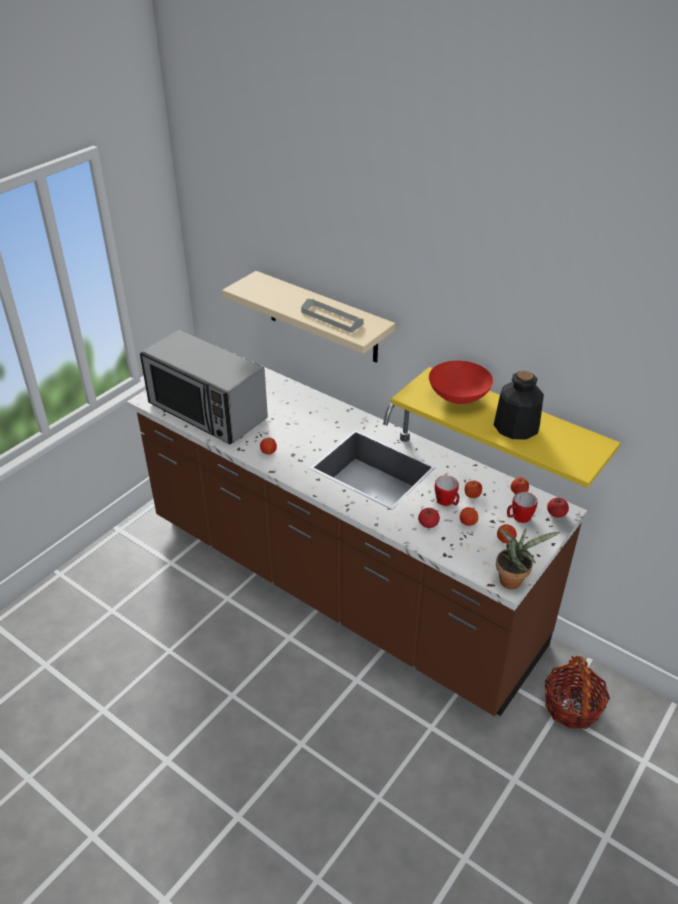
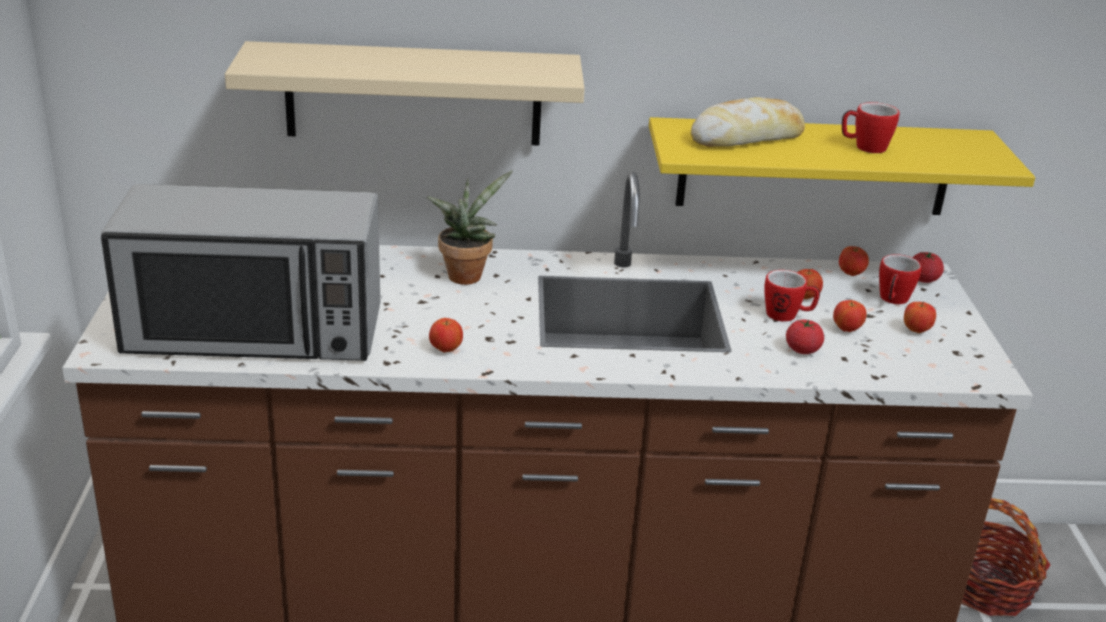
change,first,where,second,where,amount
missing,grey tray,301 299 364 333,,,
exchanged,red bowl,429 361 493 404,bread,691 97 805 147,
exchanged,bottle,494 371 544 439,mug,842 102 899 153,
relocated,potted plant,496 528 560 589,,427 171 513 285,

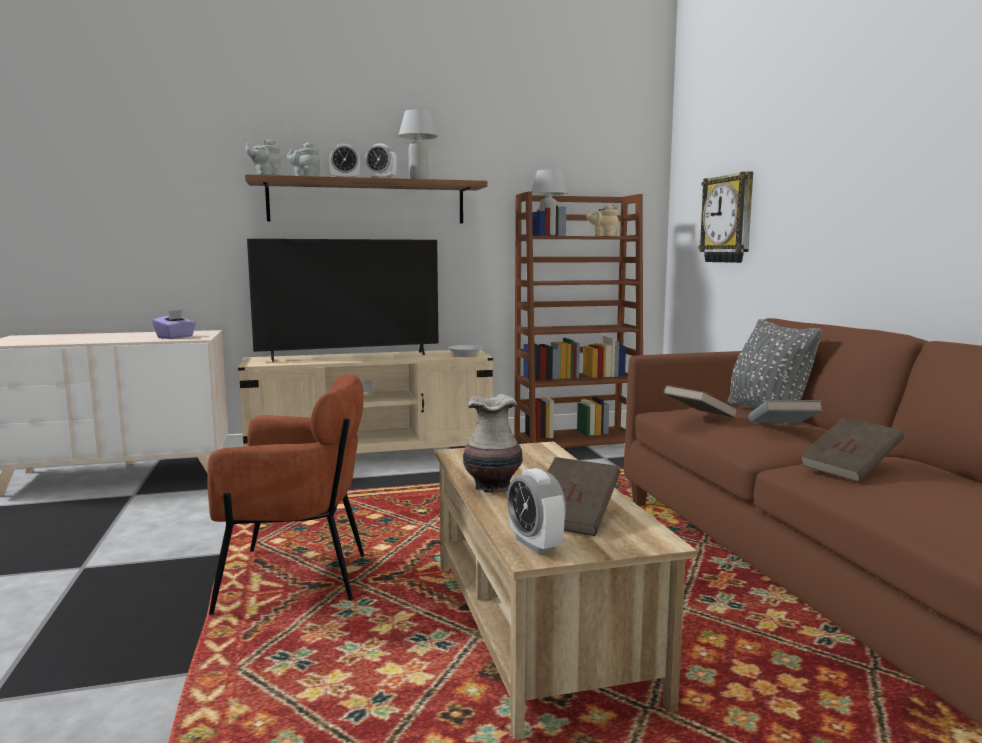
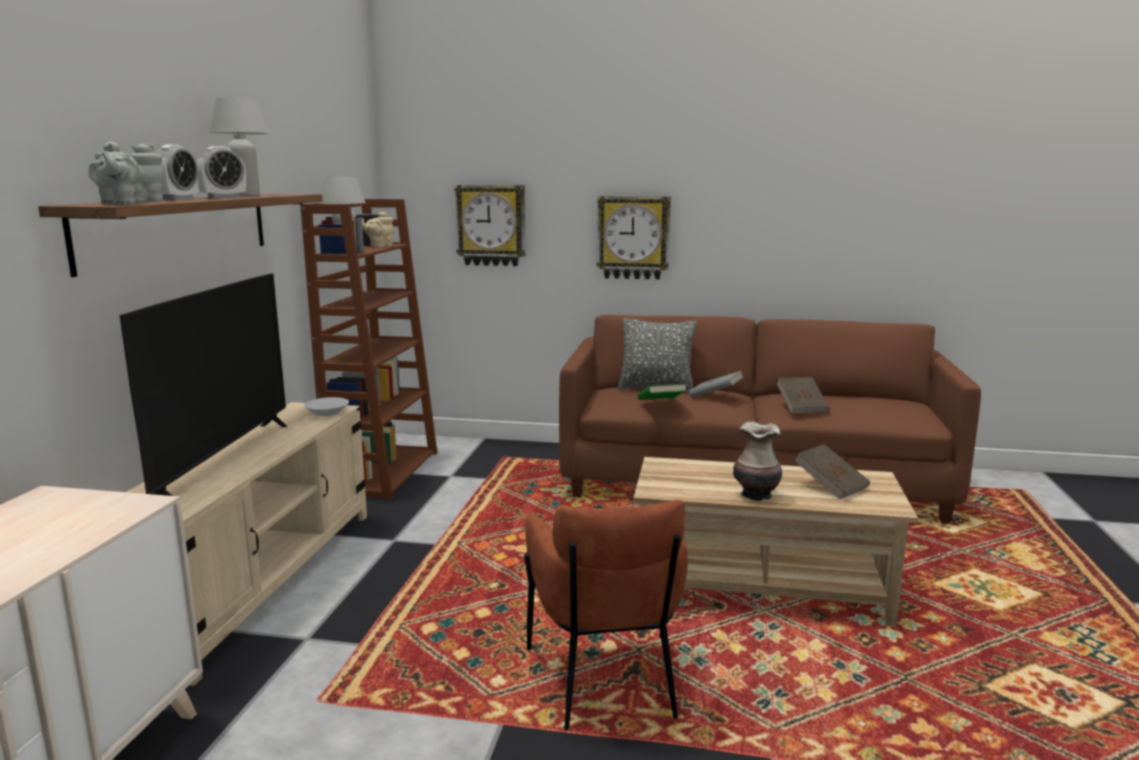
change,first,where,second,where,amount
missing,purple tissue box,152 310 196 339,,,
spun,brown armchair,207 374 365 615,,524 500 688 730,150 degrees clockwise
missing,alarm clock,507 468 566 554,,,
colour,brown book,663 385 738 418,green book,638 384 686 400,
appeared,,,wall clock,597 196 671 280,

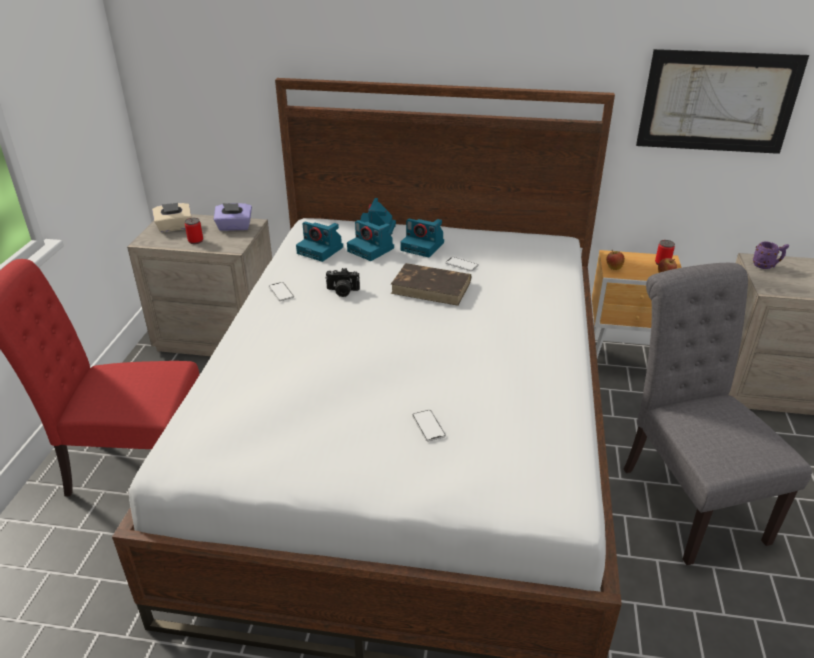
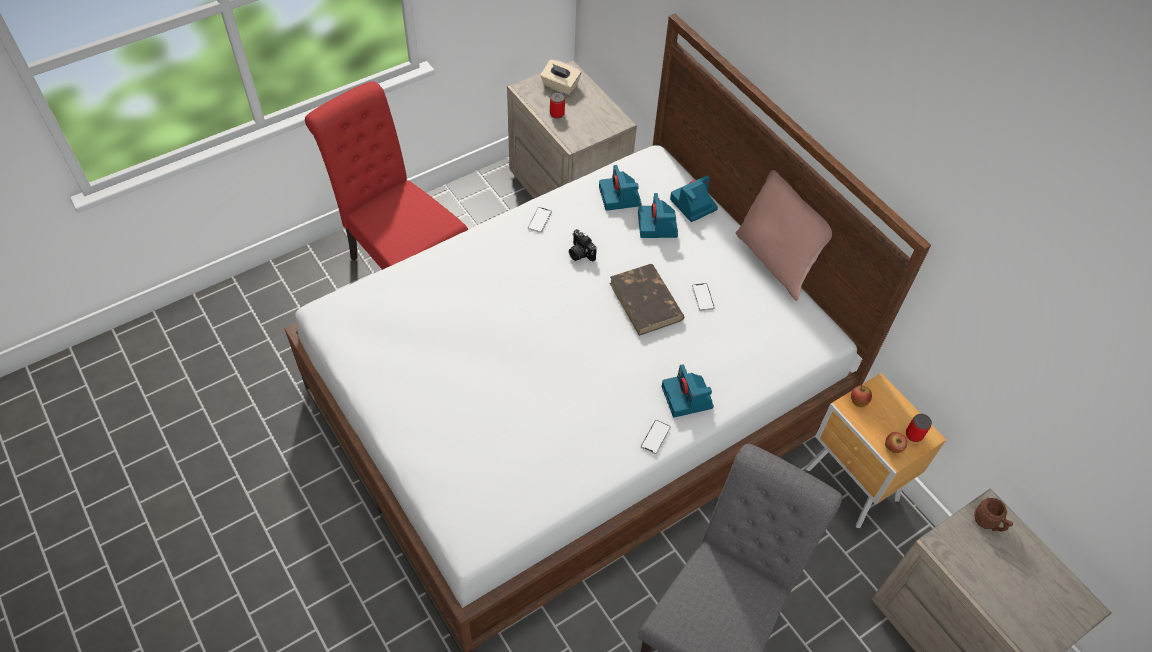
change,first,where,second,where,amount
missing,purple tissue box,214 203 252 231,,,
relocated,photo camera,401 218 444 257,,662 364 714 418,
relocated,phone,412 410 446 442,,641 420 671 454,
missing,picture,636 49 809 154,,,
colour,purple mug,753 241 789 269,brown mug,974 498 1013 531,
appeared,,,pink pillow,736 170 832 301,

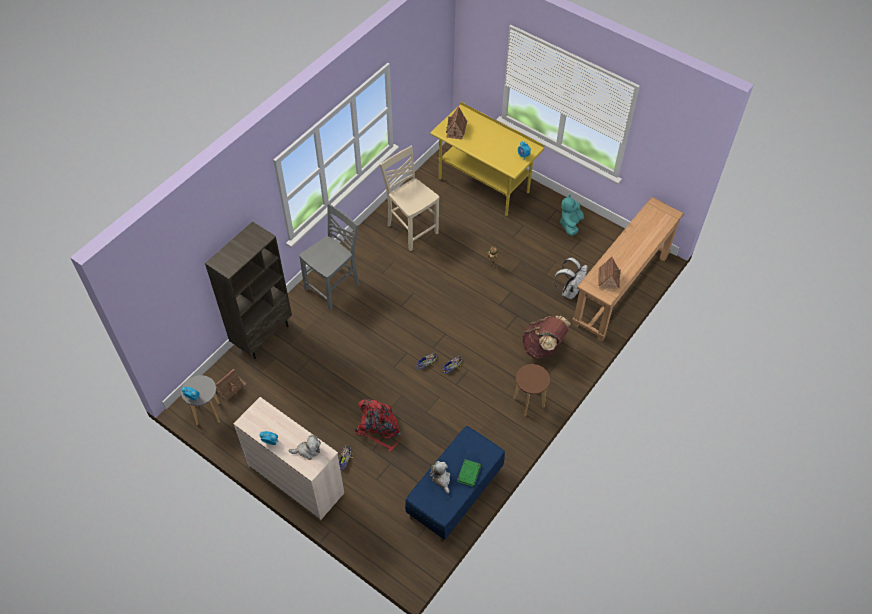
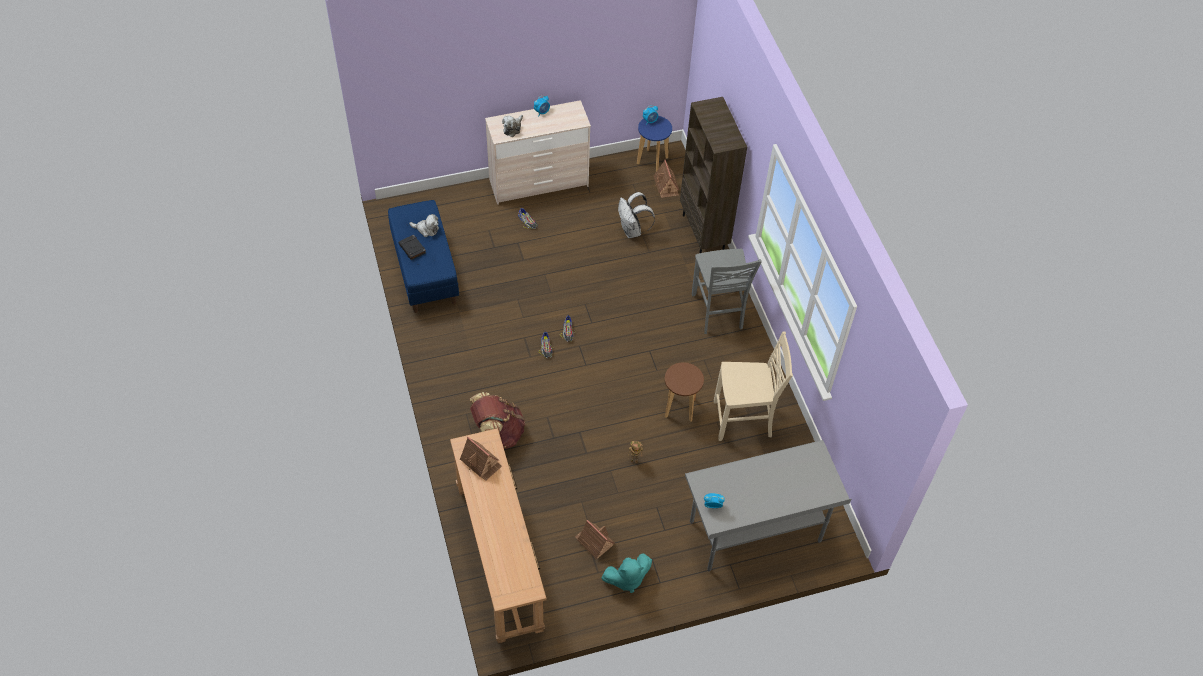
change,first,where,second,where,amount
colour,grey stool,181 375 220 426,blue stool,637 116 672 172,
missing,red backpack,354 399 401 452,,,
colour,yellow desk,430 102 544 217,grey desk,685 440 851 571,
relocated,toy house,446 106 467 140,,575 520 614 559,
colour,green book,457 459 481 487,black book,398 235 426 260,
relocated,brown stool,513 364 550 416,,665 362 704 422,
relocated,white backpack,554 258 588 299,,618 192 655 238,
spun,turquoise plush toy,560 195 584 236,,601 553 652 593,105 degrees clockwise

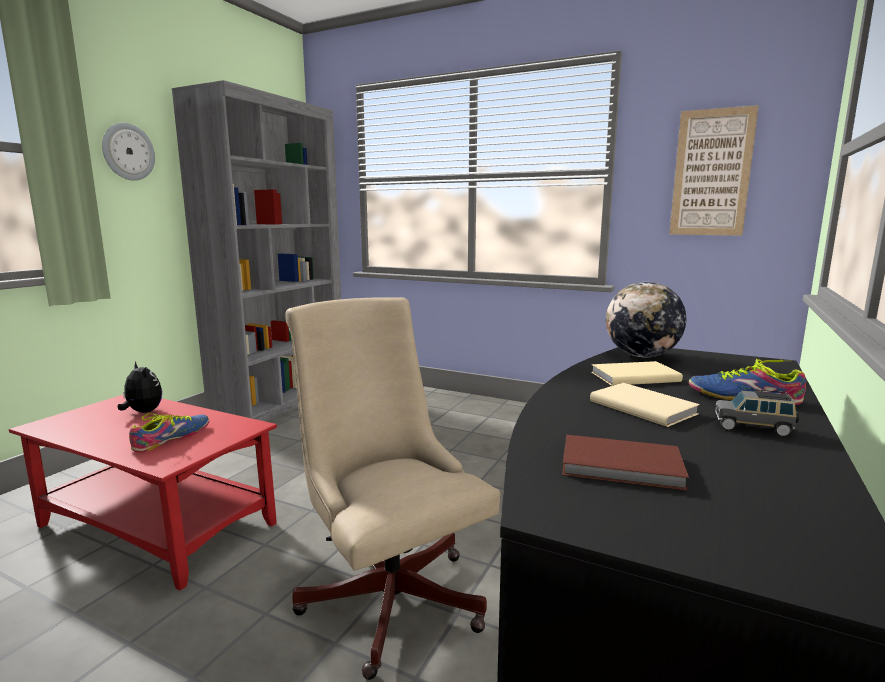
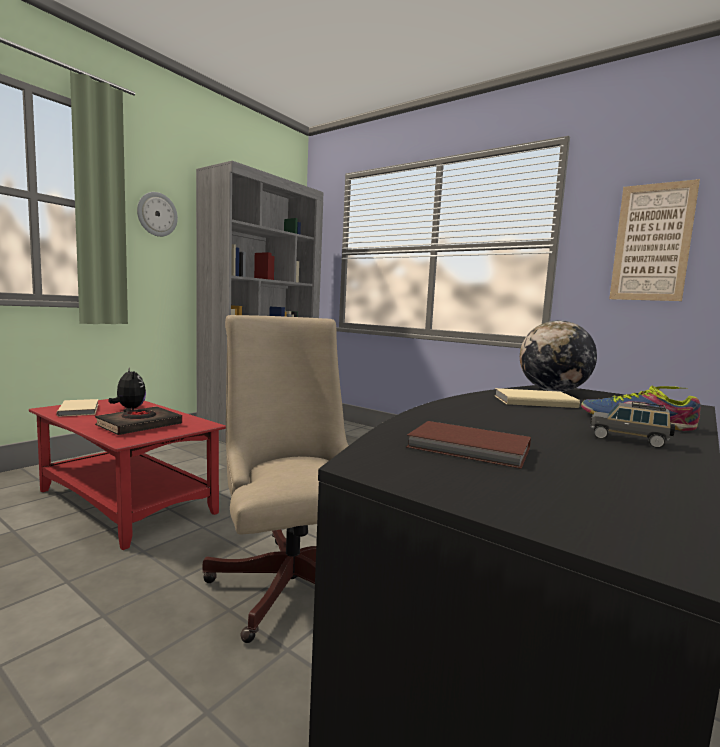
change,first,where,second,where,amount
exchanged,shoe,129 413 209 452,black book,95 406 182 435,
relocated,beige book,590 383 700 427,,56 399 98 417,

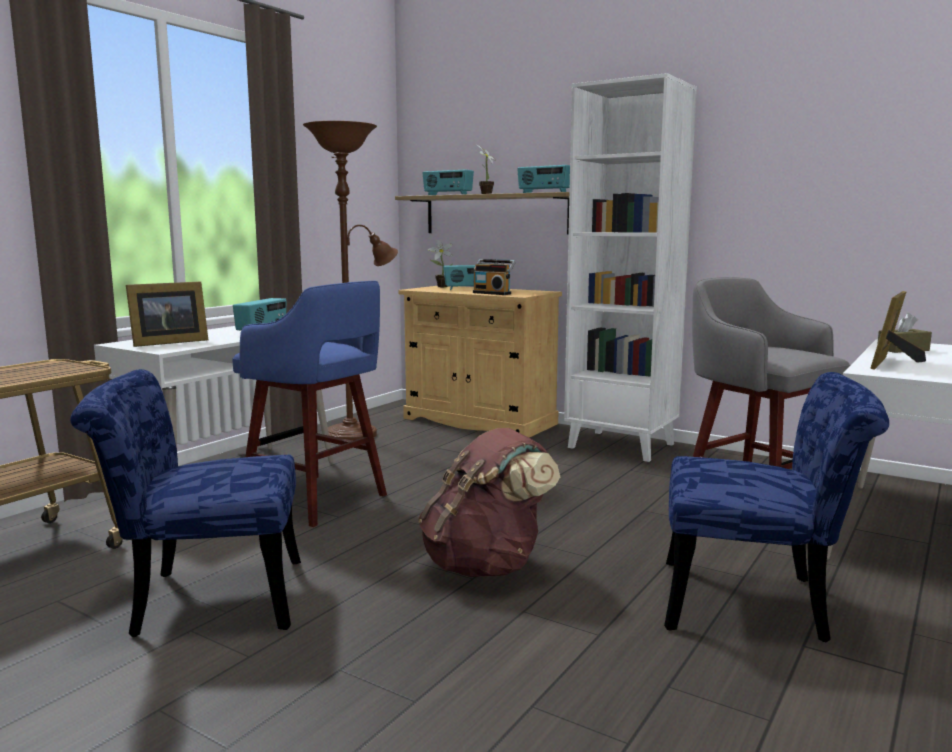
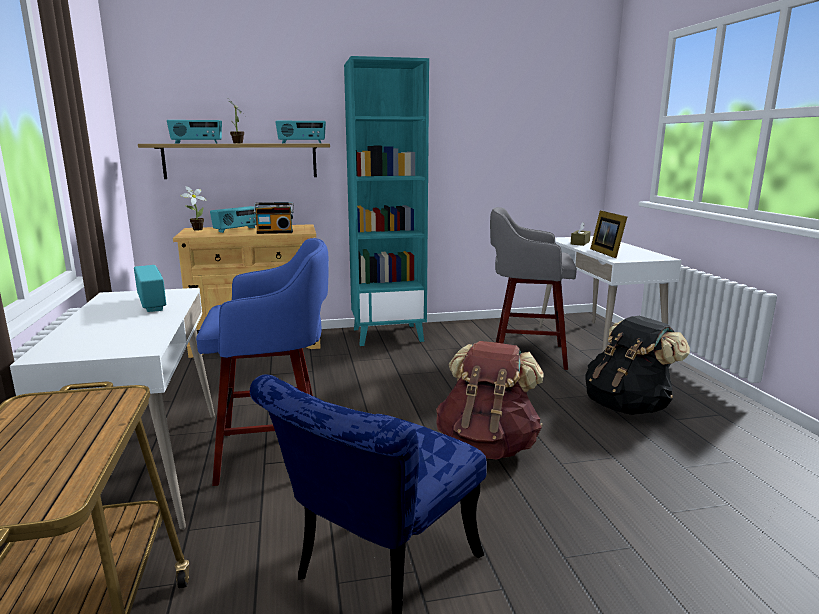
change,first,where,second,where,amount
missing,picture frame,126 281 208 347,,,
missing,brown floor lamp,303 121 398 441,,,
colour,white bookcase,564 73 697 462,turquoise bookcase,344 56 429 346,
exchanged,blue chair,664 372 889 642,black backpack,585 316 690 415,

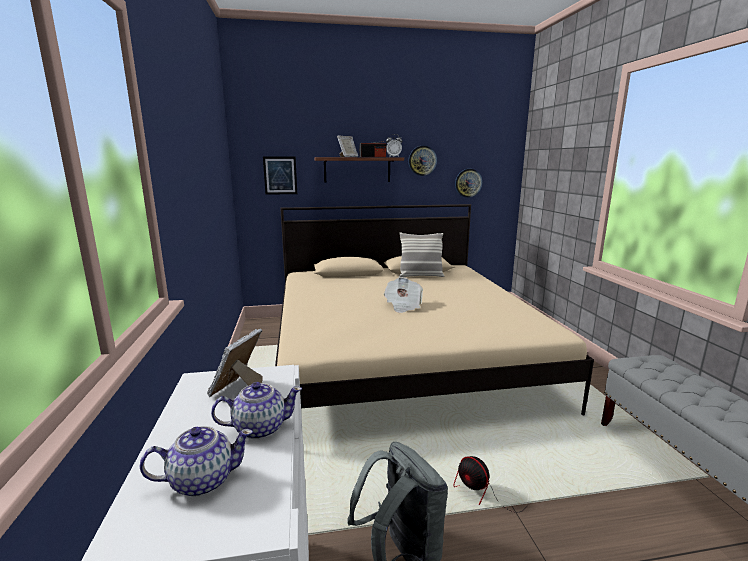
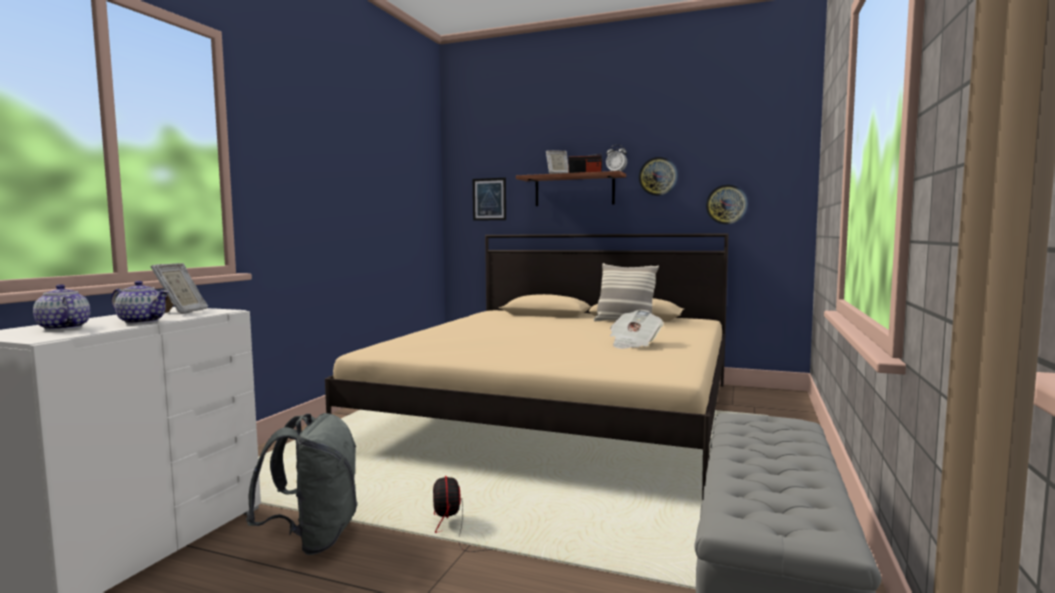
change,first,where,second,where,amount
spun,teapot,140 426 253 497,,33 284 90 330,150 degrees counterclockwise
spun,picture frame,207 329 263 397,,151 263 208 314,135 degrees clockwise
relocated,newspaper,384 277 423 313,,610 310 664 349,

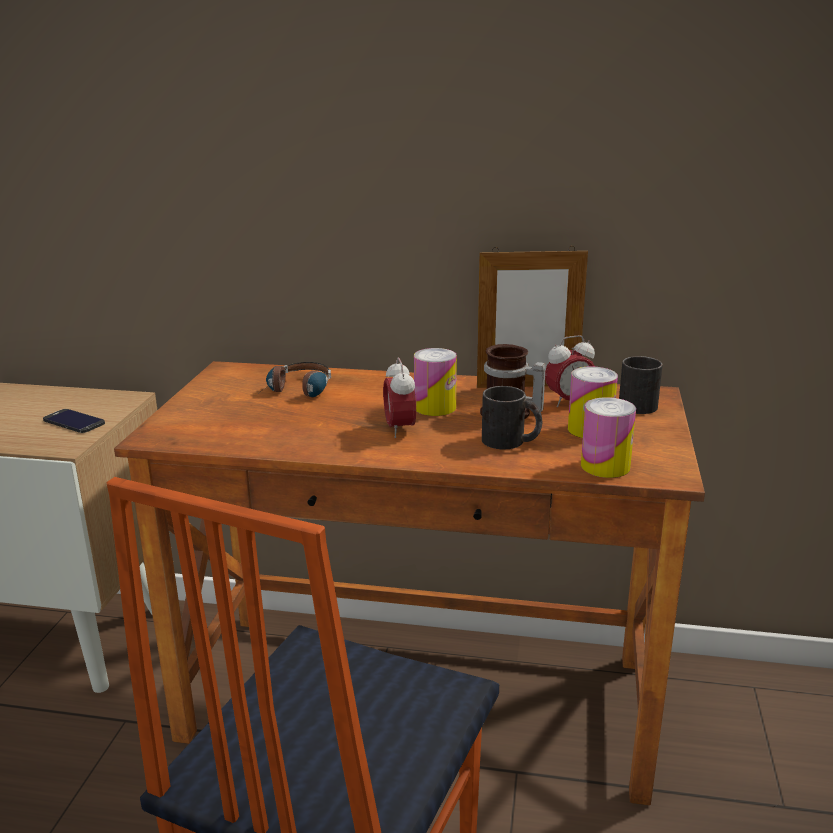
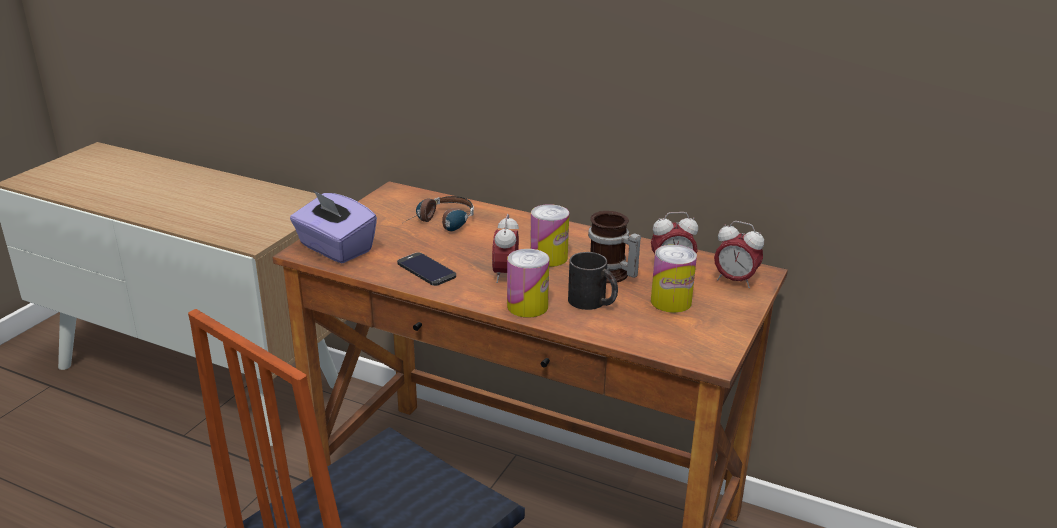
change,first,where,second,where,amount
relocated,phone,43 409 105 433,,397 252 456 286,
missing,picture frame,477 246 588 388,,,
relocated,can,581 397 636 478,,507 249 549 318,
exchanged,black mug,619 356 663 414,alarm clock,714 221 764 288,
appeared,,,purple tissue box,290 191 377 264,

